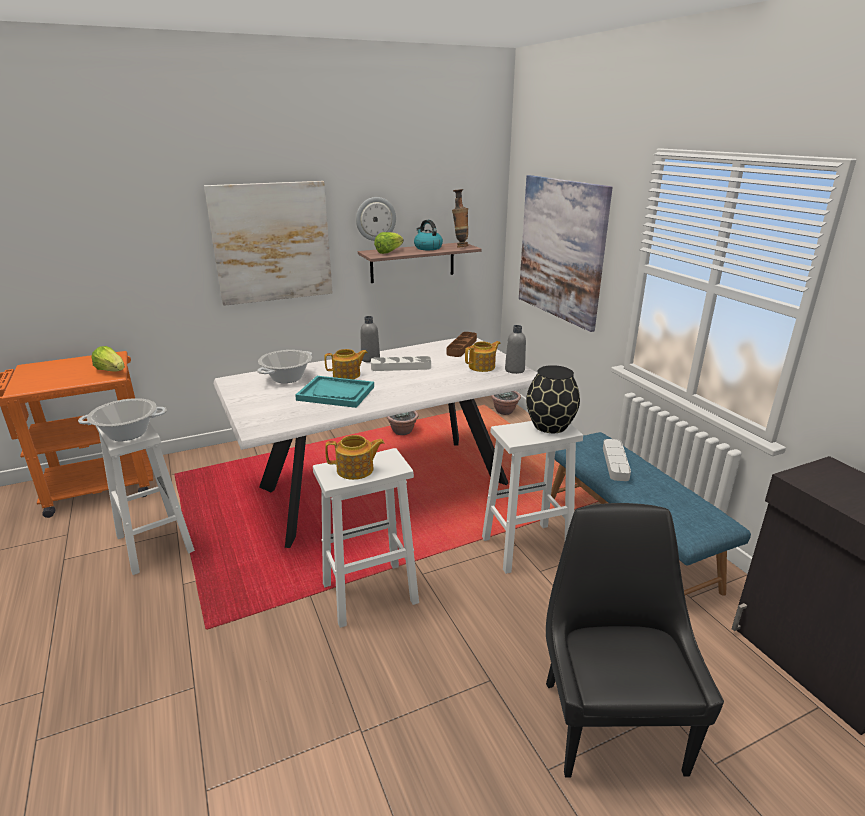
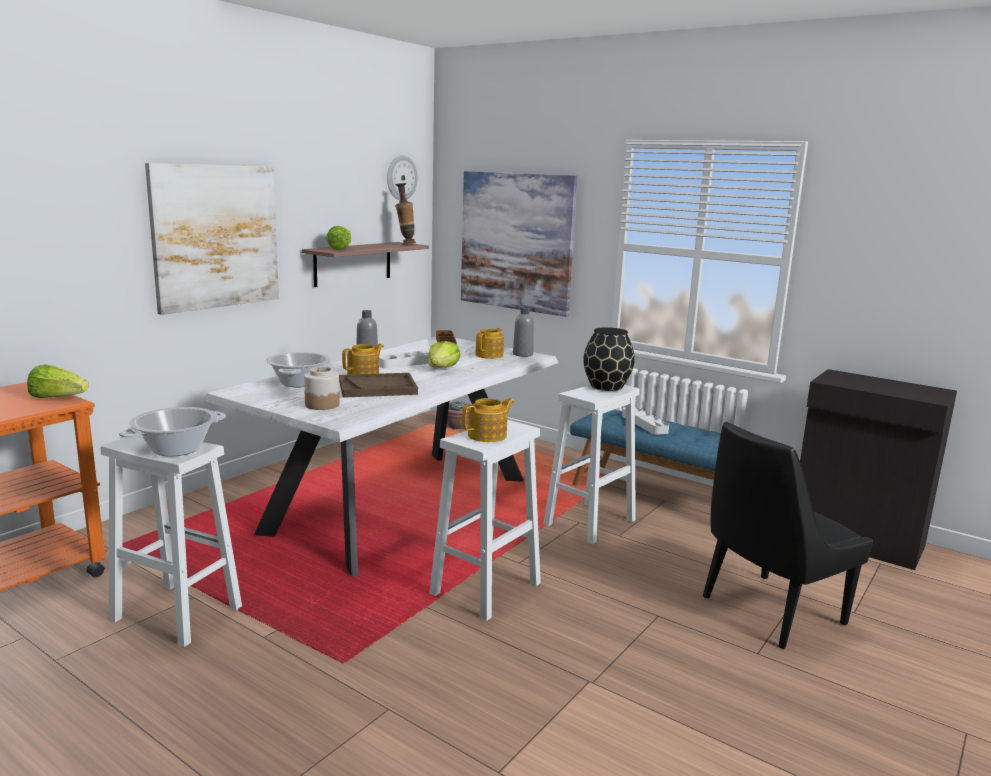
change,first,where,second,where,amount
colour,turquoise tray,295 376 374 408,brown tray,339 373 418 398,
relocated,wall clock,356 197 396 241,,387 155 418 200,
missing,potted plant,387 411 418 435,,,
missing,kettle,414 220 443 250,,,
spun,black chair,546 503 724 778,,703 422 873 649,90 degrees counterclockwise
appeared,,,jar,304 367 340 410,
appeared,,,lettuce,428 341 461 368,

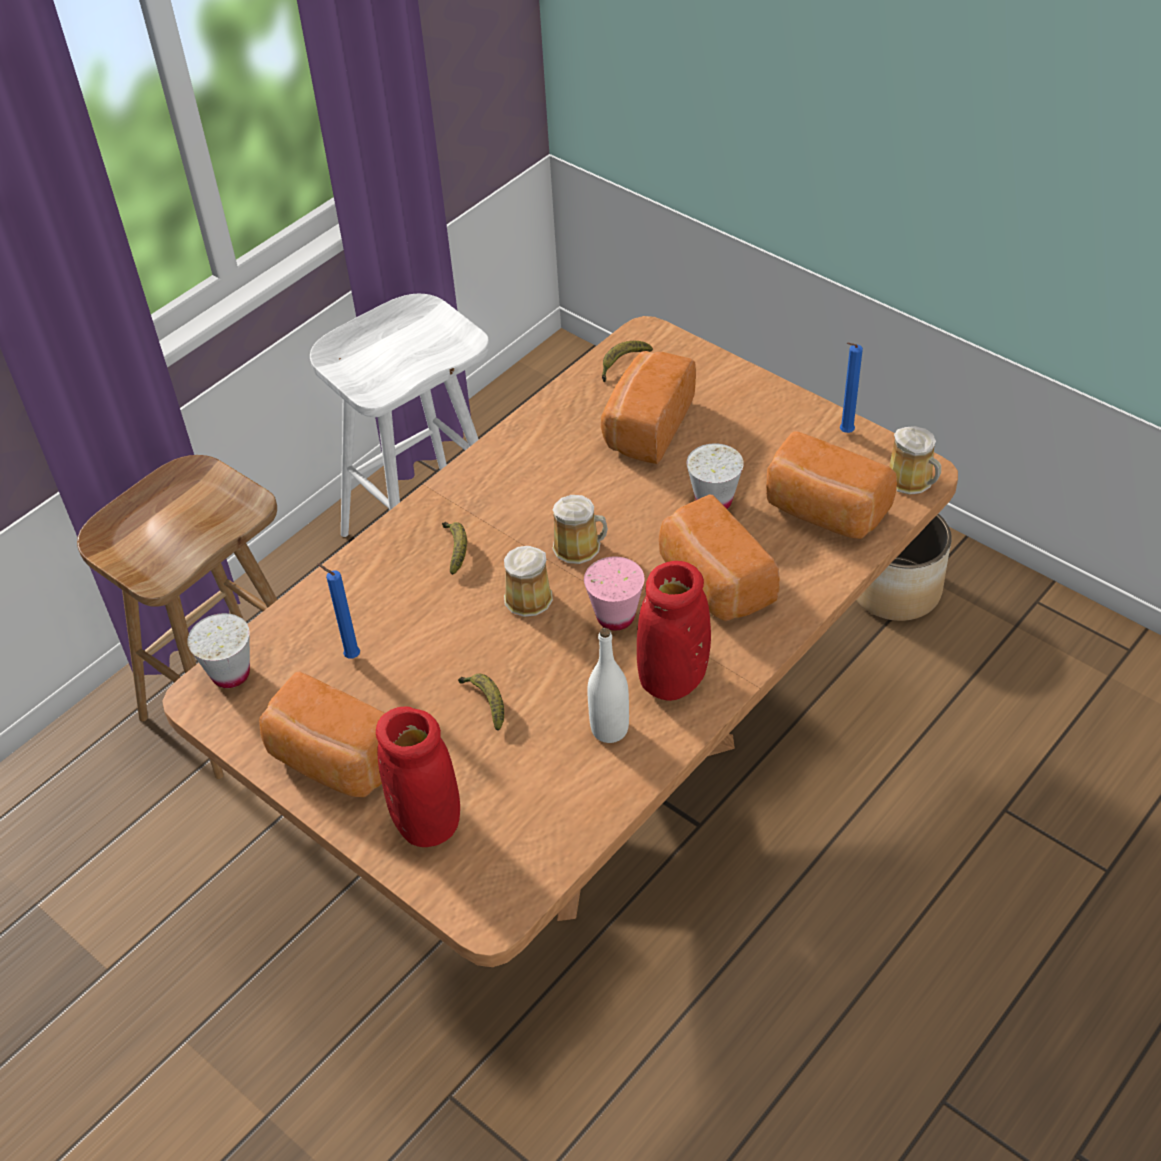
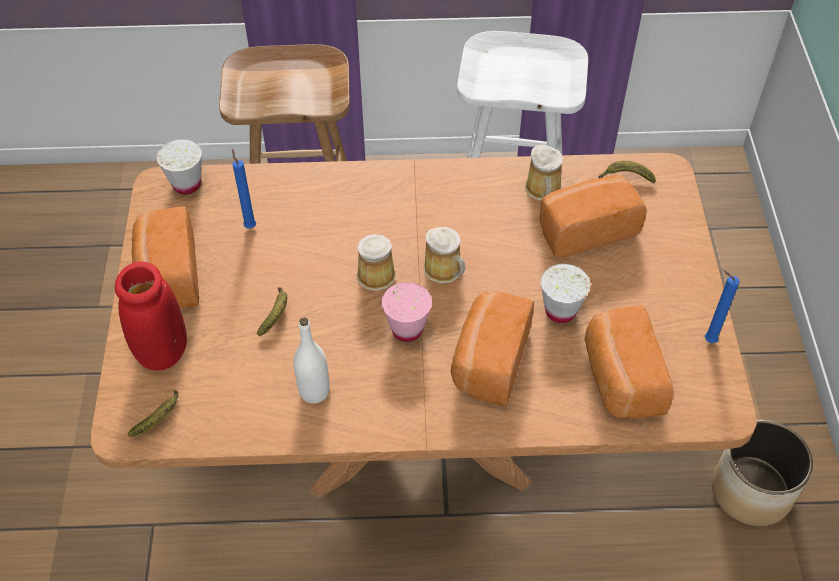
change,first,where,second,where,amount
relocated,banana,442 522 467 575,,128 390 179 437,
missing,red vase,637 561 711 701,,,
relocated,mug,889 426 941 495,,525 145 563 201,

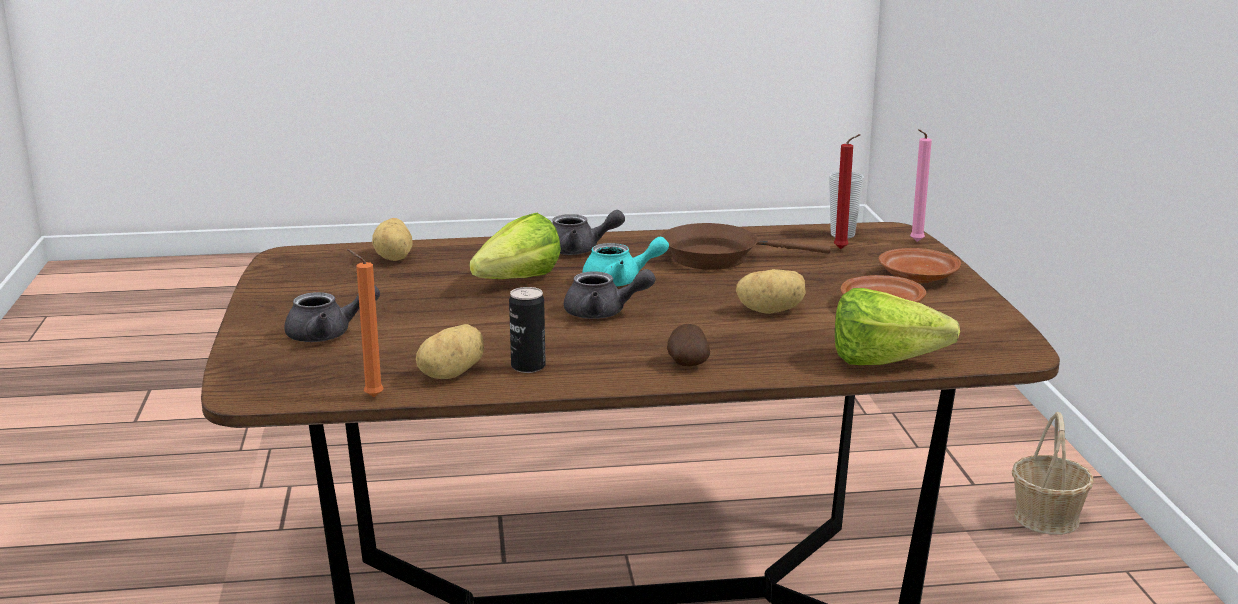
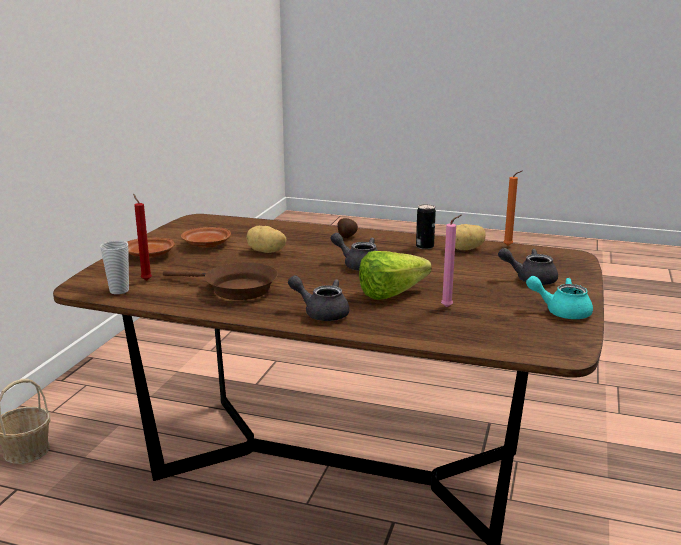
change,first,where,second,where,amount
missing,potato,372 218 413 261,,,
relocated,turquoise teapot,582 236 669 287,,526 276 593 319,
missing,lettuce,835 288 960 365,,,
relocated,pink candle,910 129 932 242,,441 215 462 307,

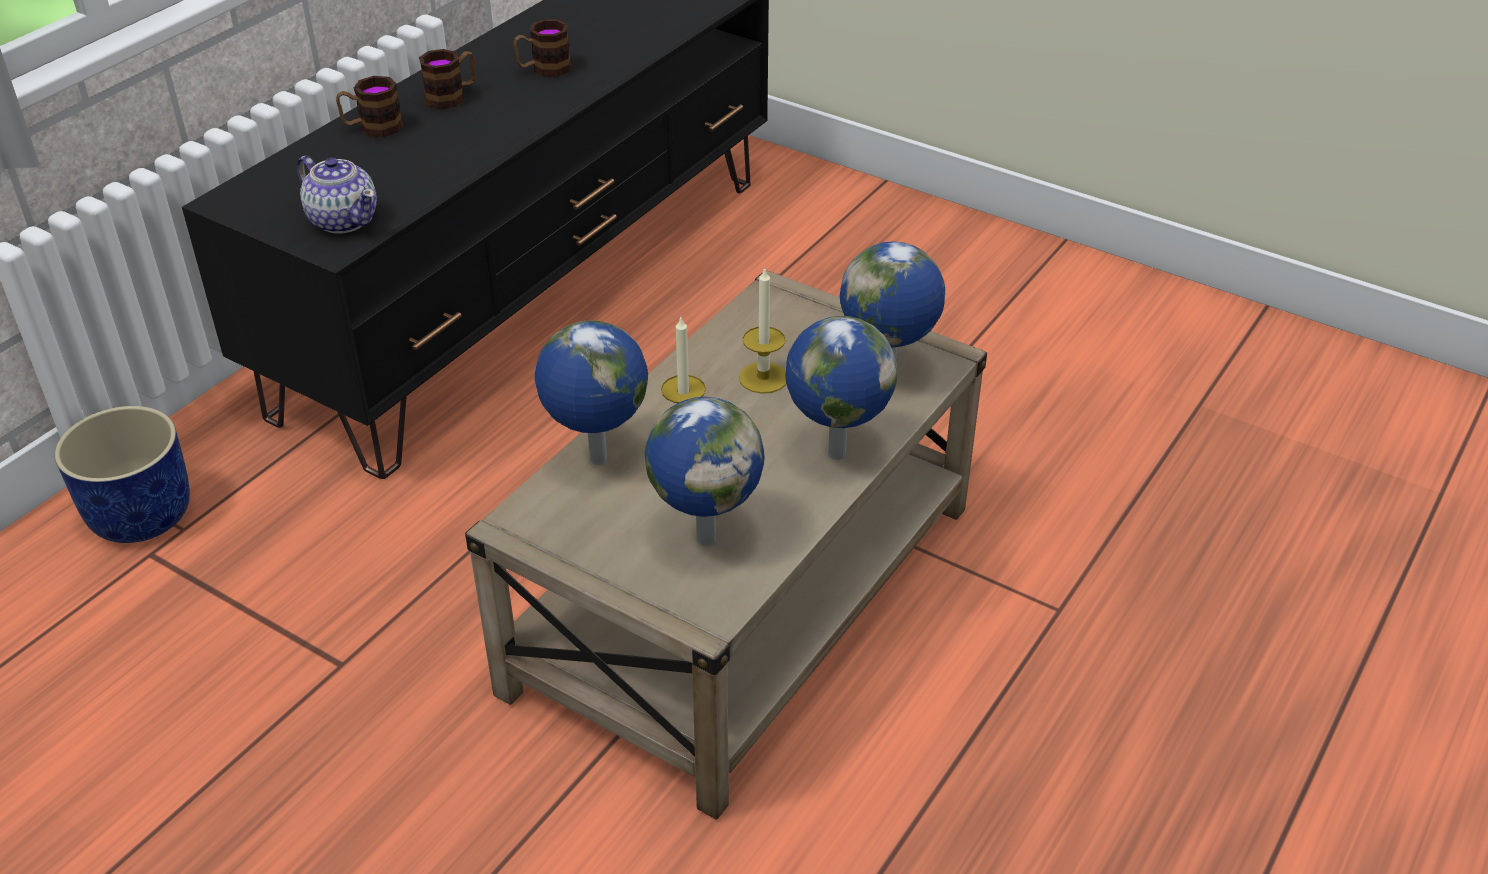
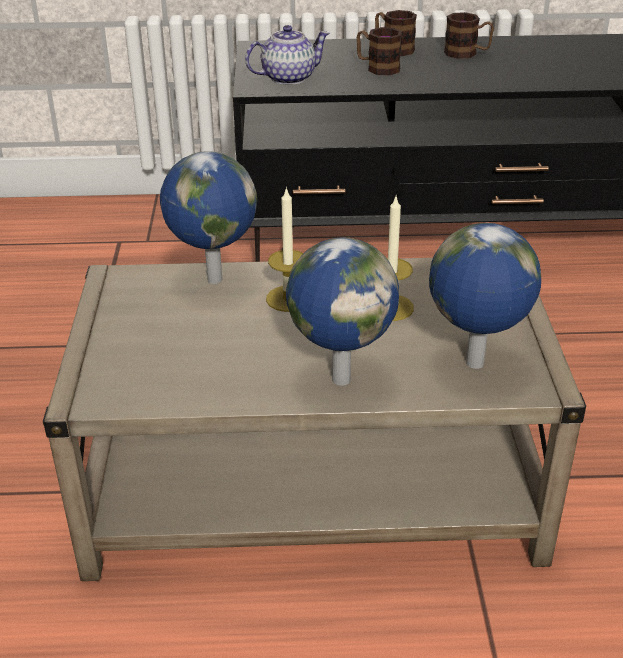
change,first,where,second,where,amount
missing,blue planter,55 406 190 543,,,
spun,teapot,297 155 377 234,,245 25 330 85,120 degrees counterclockwise
relocated,mug,513 19 571 77,,357 27 402 75,
missing,globe,645 397 765 546,,,

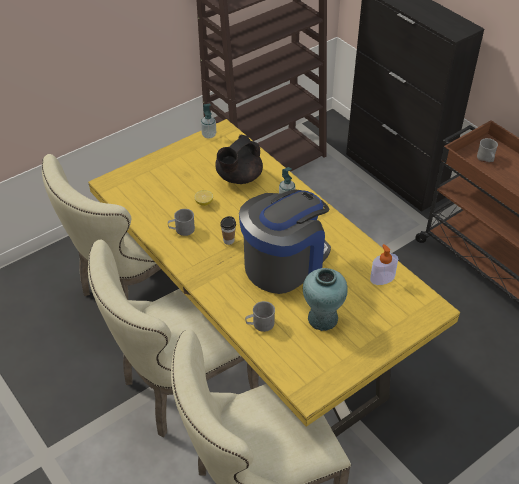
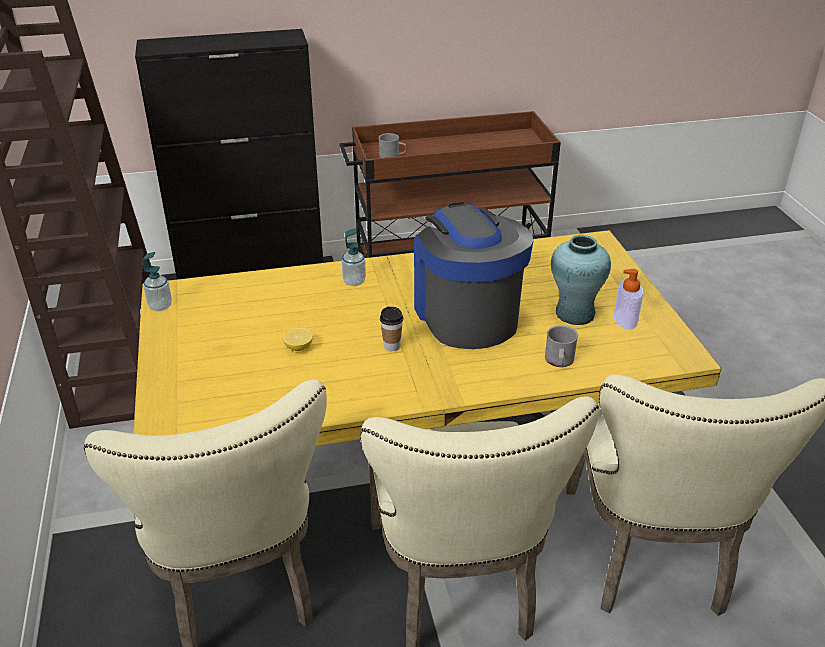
change,first,where,second,where,amount
missing,grey mug,168 209 195 236,,,
missing,black teapot,215 135 263 184,,,
relocated,soap dispenser,370 244 398 285,,614 269 644 330,

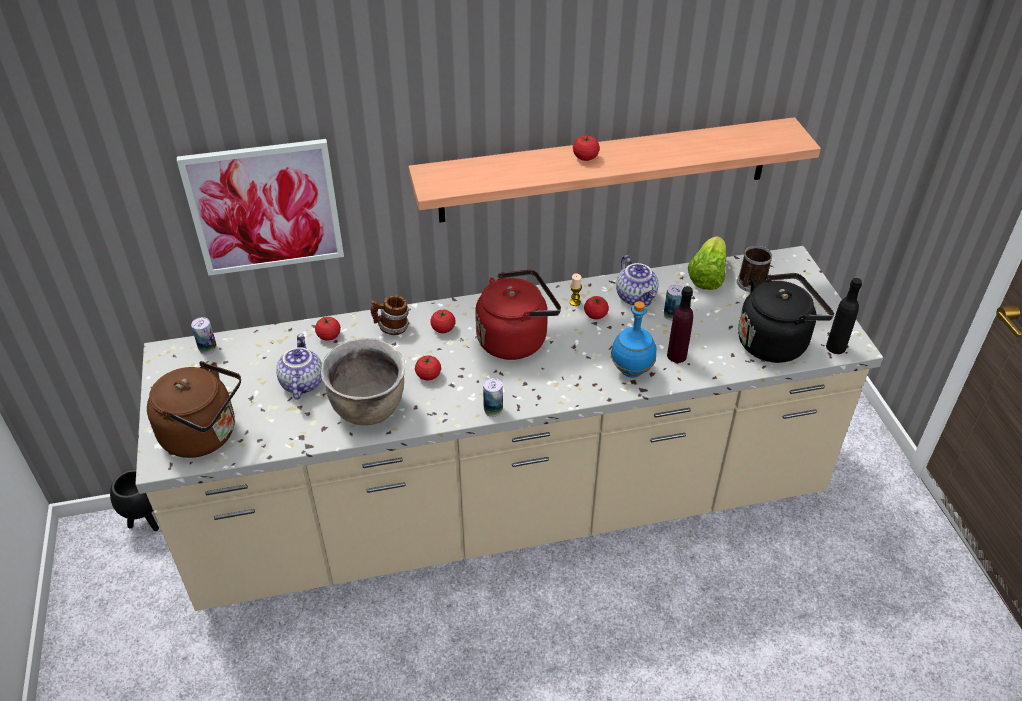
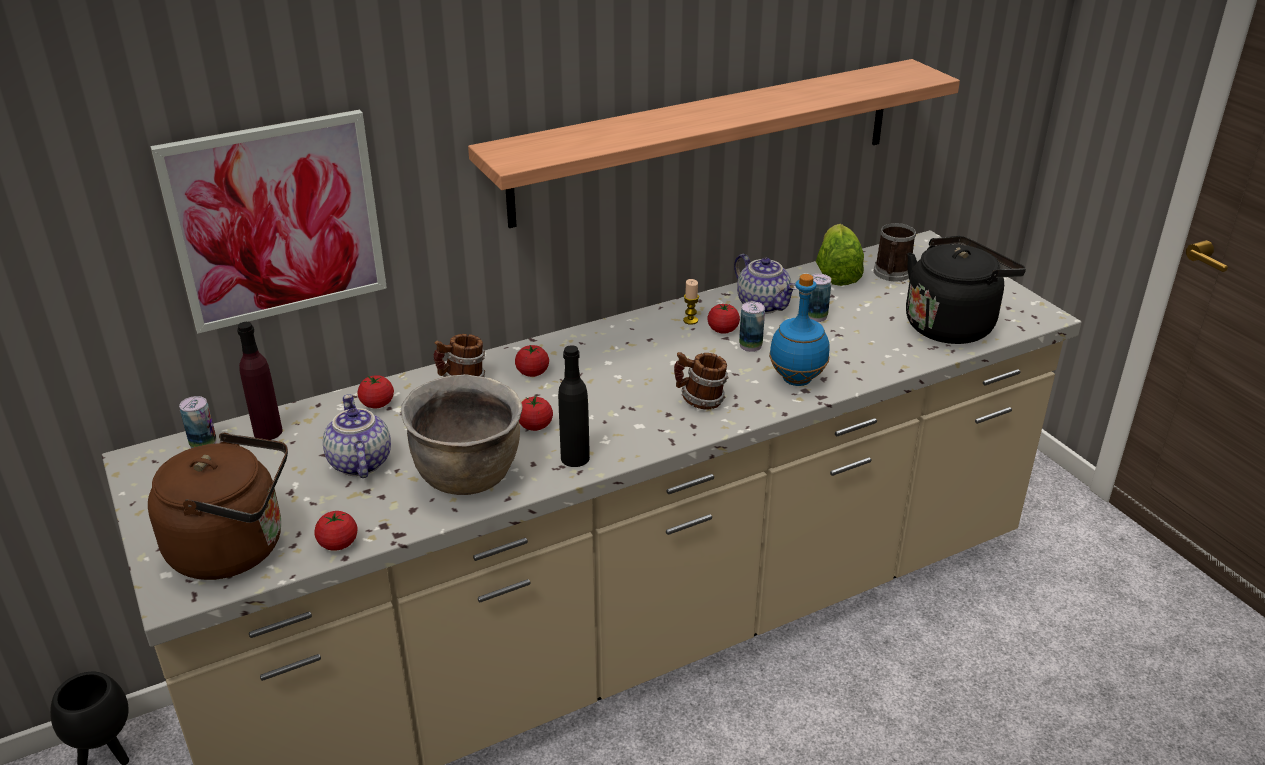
change,first,where,second,where,amount
missing,red kettle,475 270 561 360,,,
relocated,can,483 378 503 417,,739 302 765 352,
relocated,tomato,573 136 600 161,,314 511 358 551,
relocated,purple bottle,667 286 693 363,,237 322 283 440,
relocated,black bottle,826 278 862 354,,558 345 590 467,
appeared,,,mug,674 352 729 410,

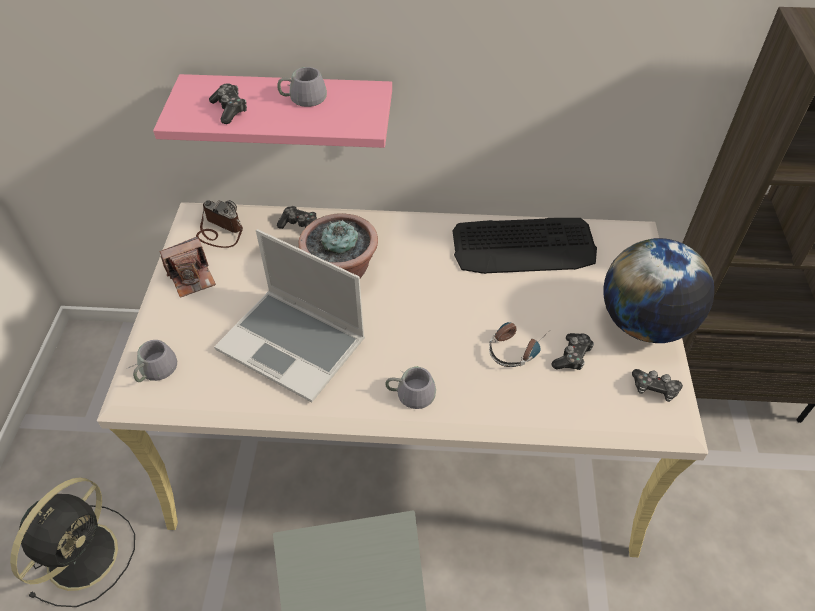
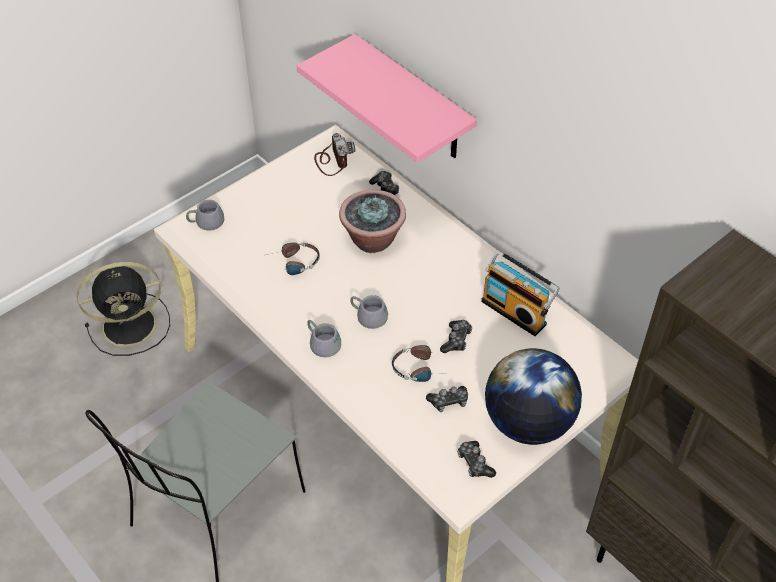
change,first,where,second,where,amount
missing,photo camera,160 237 216 298,,,
relocated,game controller,209 84 247 124,,440 320 472 353,
exchanged,laptop,214 229 365 403,headphones,266 242 320 275,
relocated,grey mug,277 67 327 107,,351 295 388 329,
exchanged,keyboard,453 218 597 274,radio,481 250 560 336,

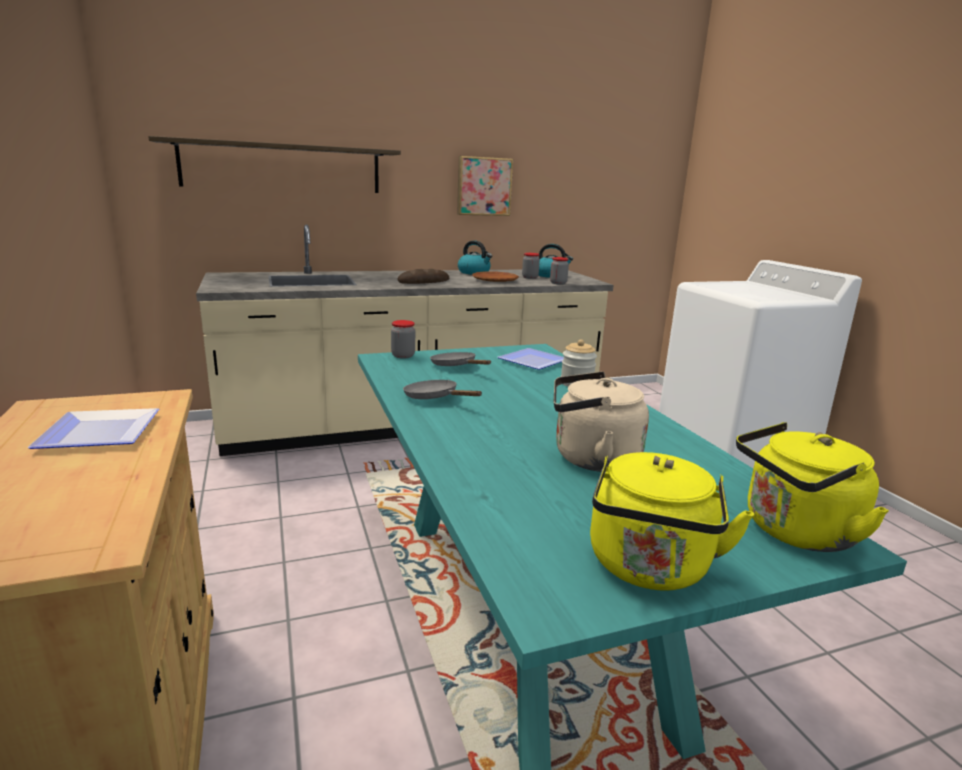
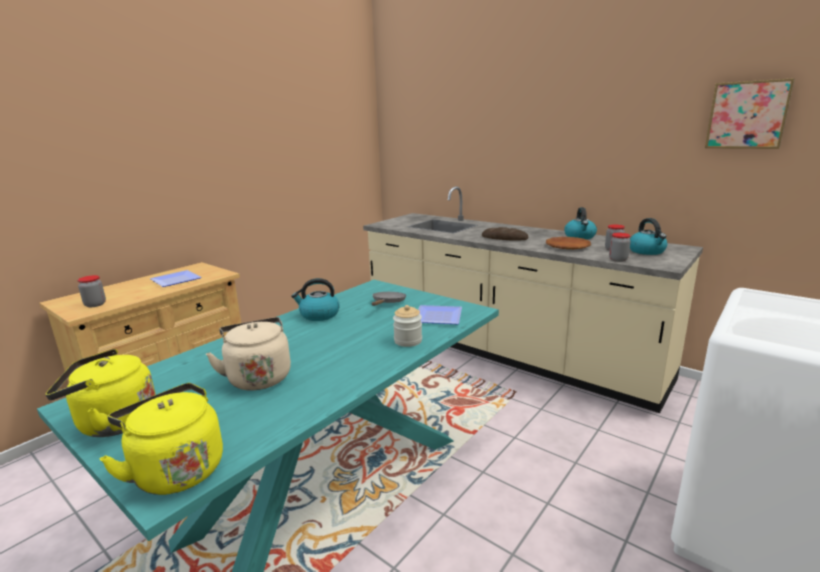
change,first,where,second,where,amount
missing,shelf,148 136 401 193,,,
relocated,jar,391 320 415 359,,77 275 106 307,
exchanged,grey frying pan,403 380 482 399,kettle,291 278 340 321,
relocated,picture,457 156 513 216,,705 78 795 149,

